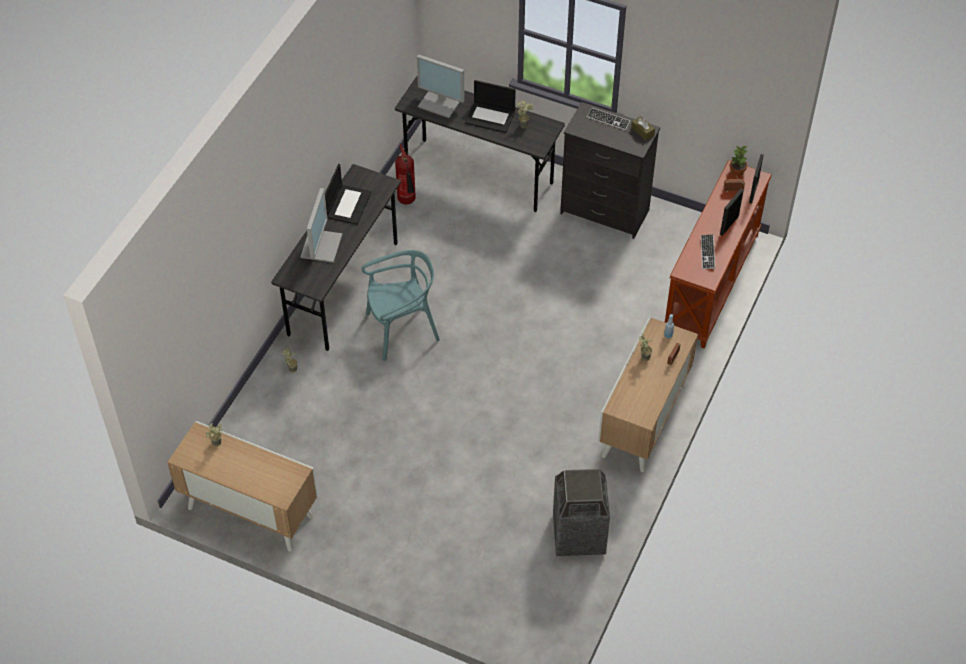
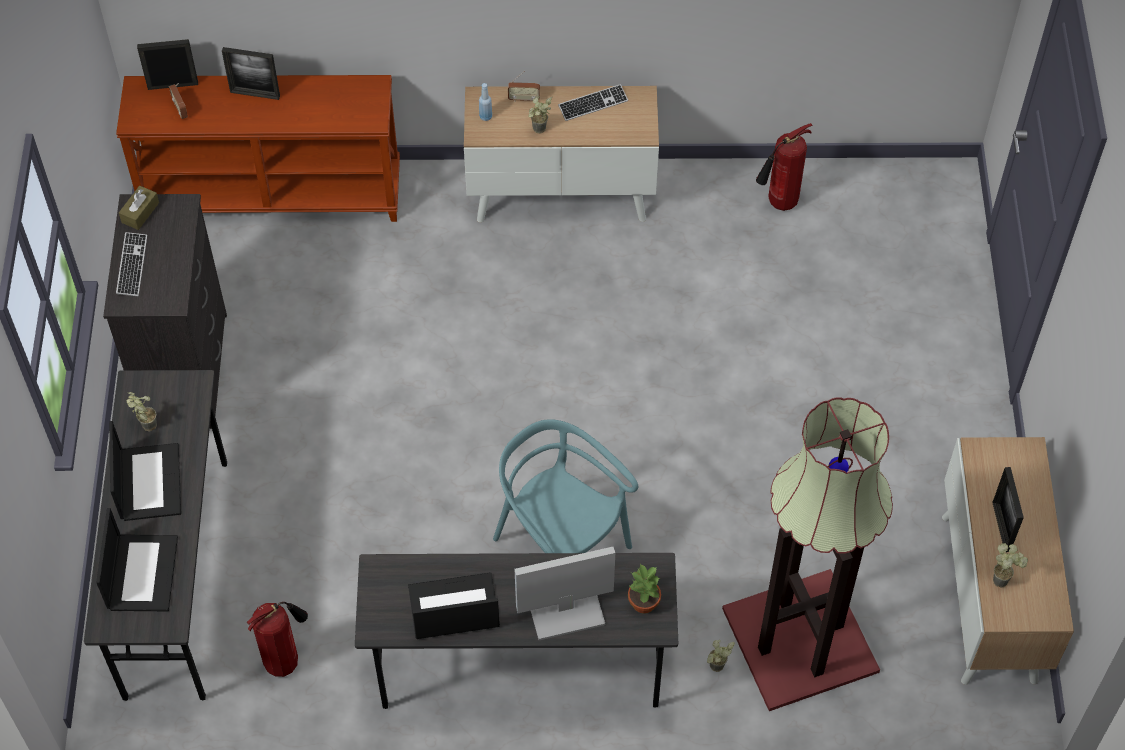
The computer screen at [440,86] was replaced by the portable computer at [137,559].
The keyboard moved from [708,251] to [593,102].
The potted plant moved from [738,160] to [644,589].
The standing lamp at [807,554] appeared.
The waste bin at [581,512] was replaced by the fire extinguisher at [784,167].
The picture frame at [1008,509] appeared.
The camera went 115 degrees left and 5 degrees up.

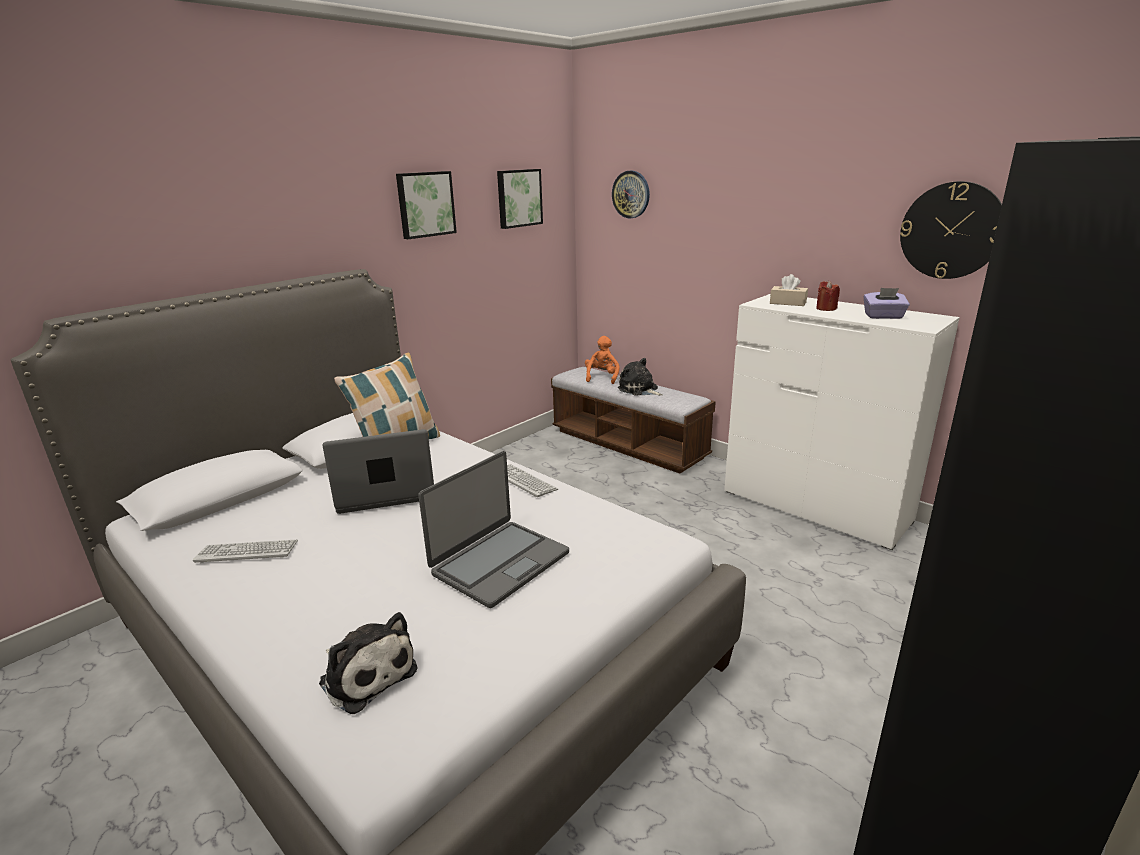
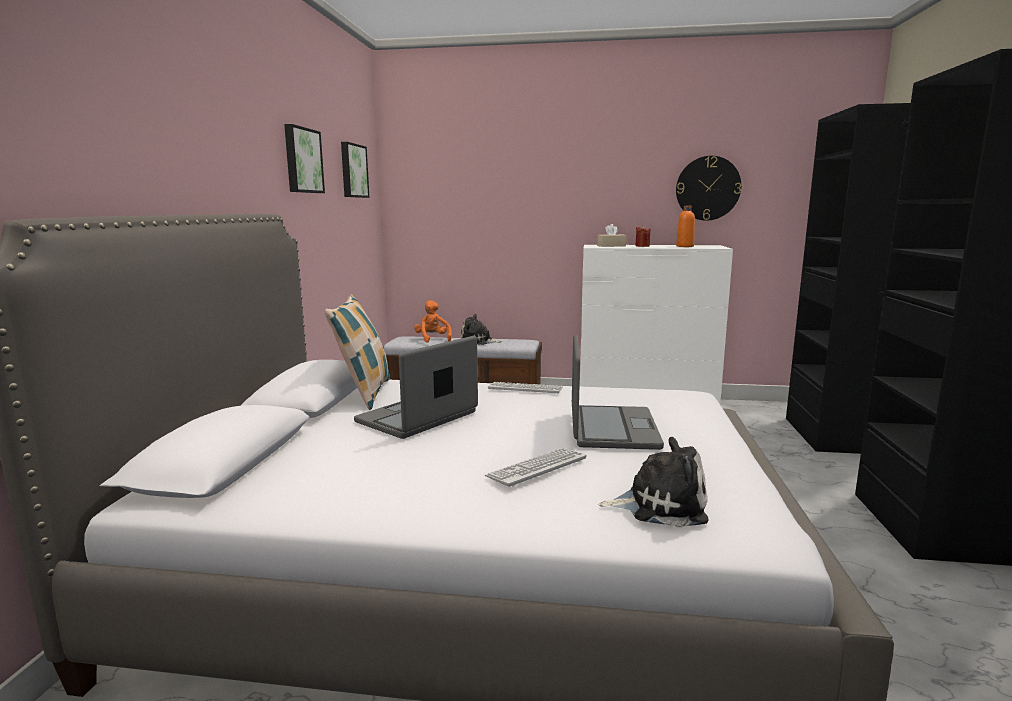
The keyboard moved from [245,551] to [536,467].
The purplish box of tissues at [887,303] was replaced by the orange-coloured bottle at [685,226].
The wall clock at [631,195] disappeared.
The camera went 35 degrees left and 10 degrees down.

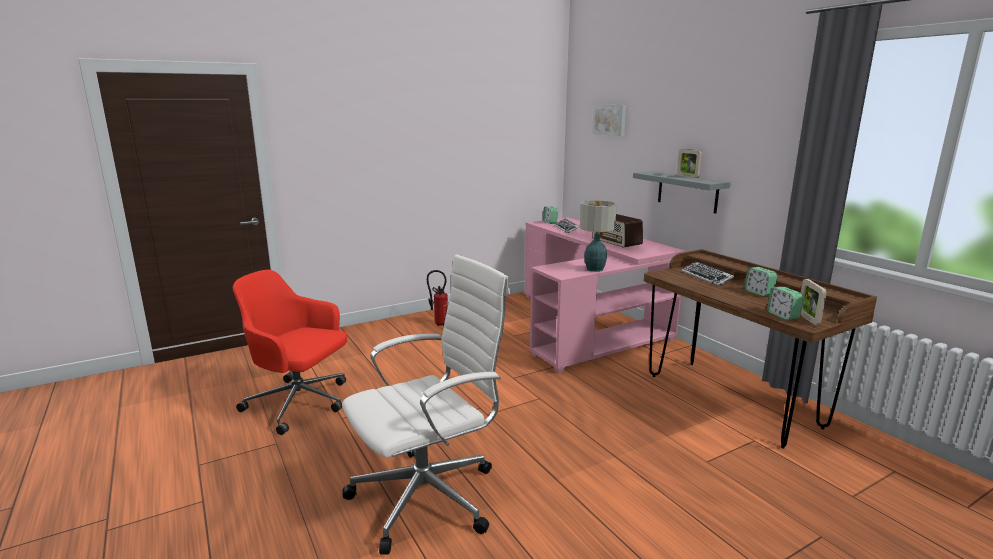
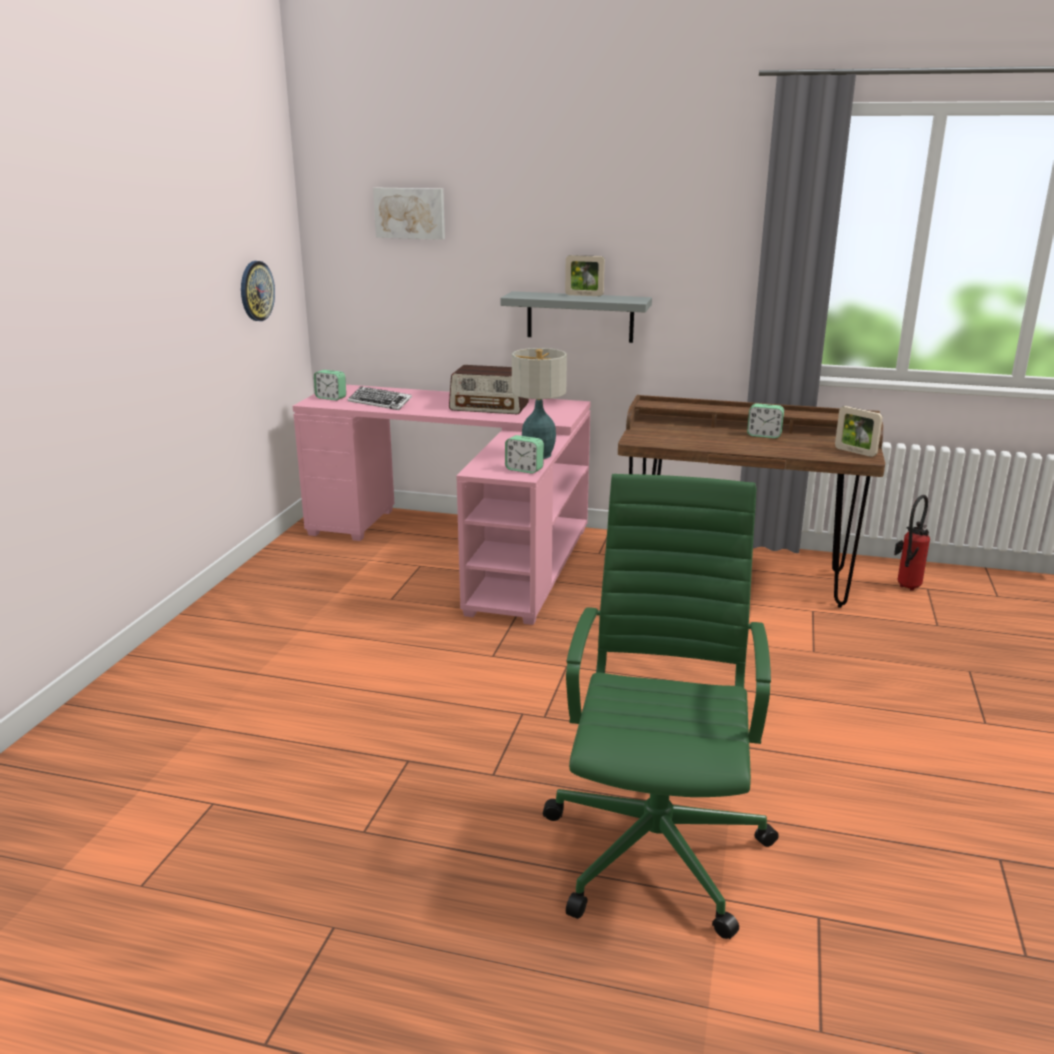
The wall clock at [258,291] appeared.
The alarm clock moved from [785,303] to [524,454].
The white computer chair at [426,404] became the green computer chair at [661,706].
The fire extinguisher moved from [437,298] to [912,542].
The reddish computer chair at [290,352] disappeared.
The keyboard at [708,273] disappeared.
The camera went 45 degrees left and 5 degrees up.

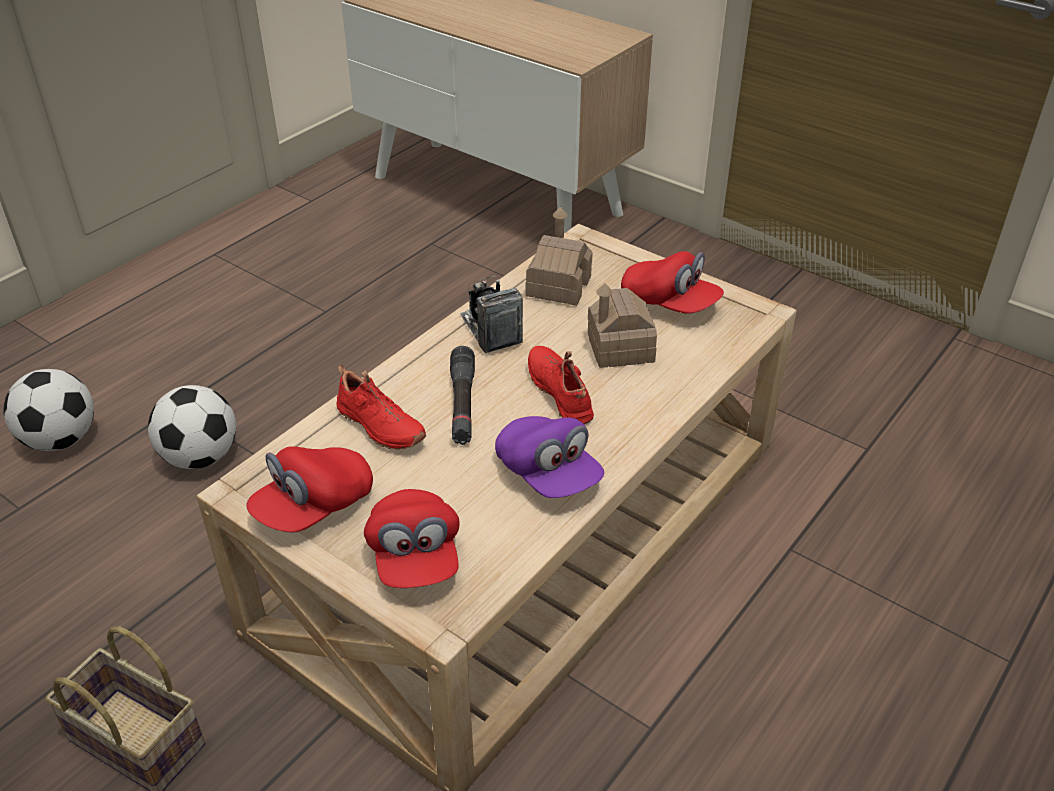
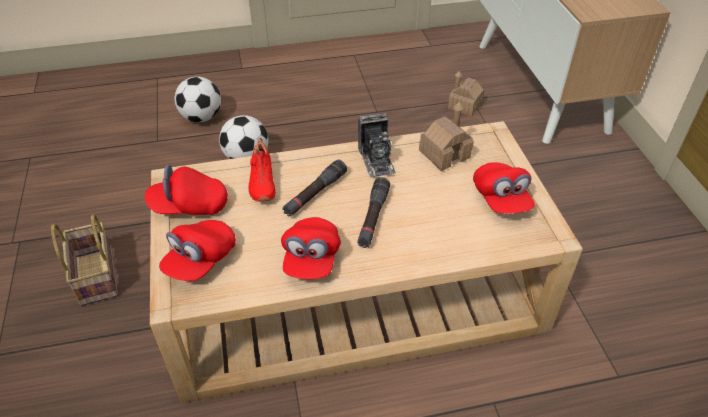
The purplish baseball cap at [549,457] became the reddish baseball cap at [311,248].
The reddish item of footwear at [561,384] was replaced by the black-coloured torch at [373,212].
The photo camera at [491,314] turned 150 degrees clockwise.
The miniature house moved from [622,325] to [466,93].
The camera went 40 degrees right and 5 degrees up.

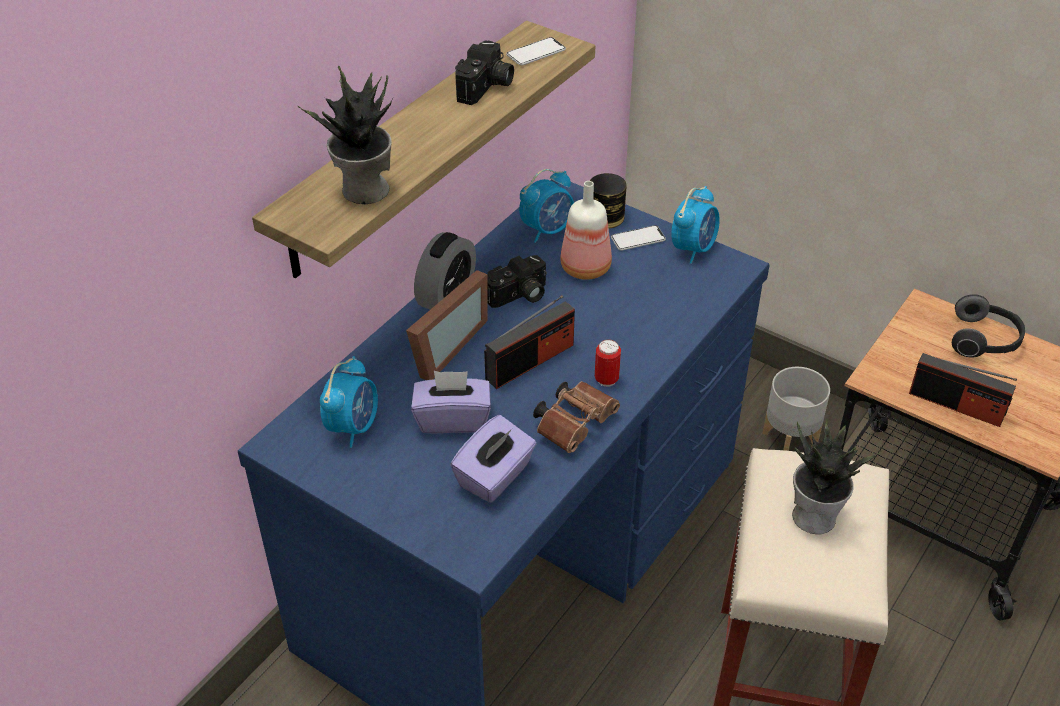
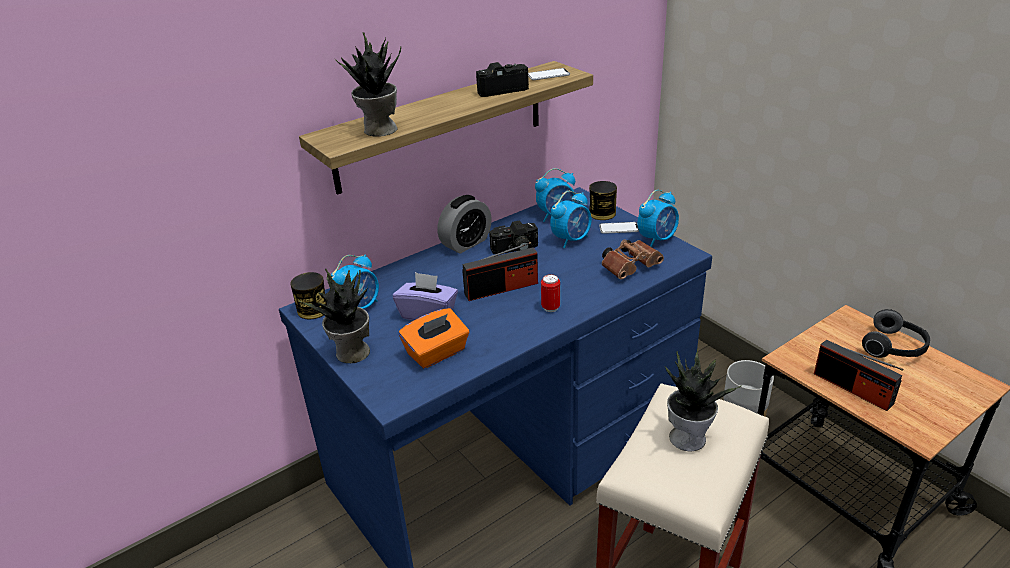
The can at [309,295] appeared.
The potted plant at [334,315] appeared.
The purplish box of tissues at [493,459] became the orange-coloured box of tissues at [434,338].
The photo camera at [484,72] turned 150 degrees counterclockwise.
The bottle at [586,230] was replaced by the alarm clock at [571,219].
The brownish pair of binoculars moved from [576,417] to [633,259].
The picture frame at [447,325] disappeared.
The camera went 20 degrees right and 10 degrees down.

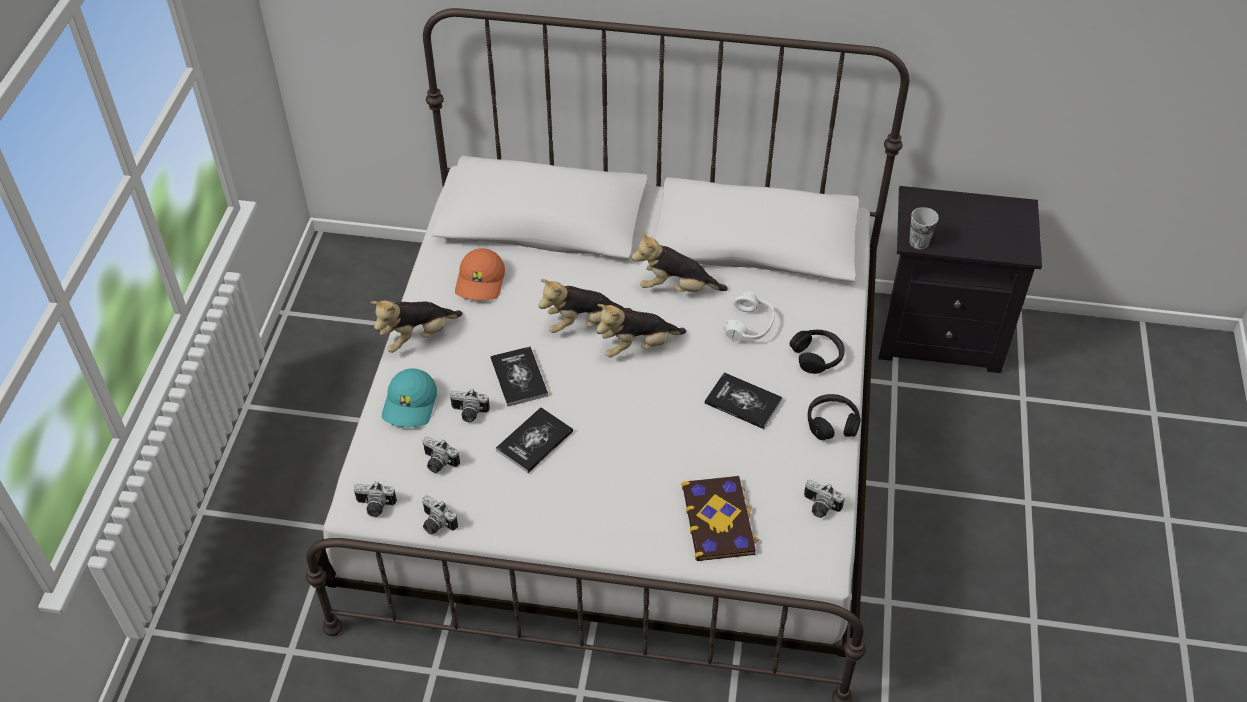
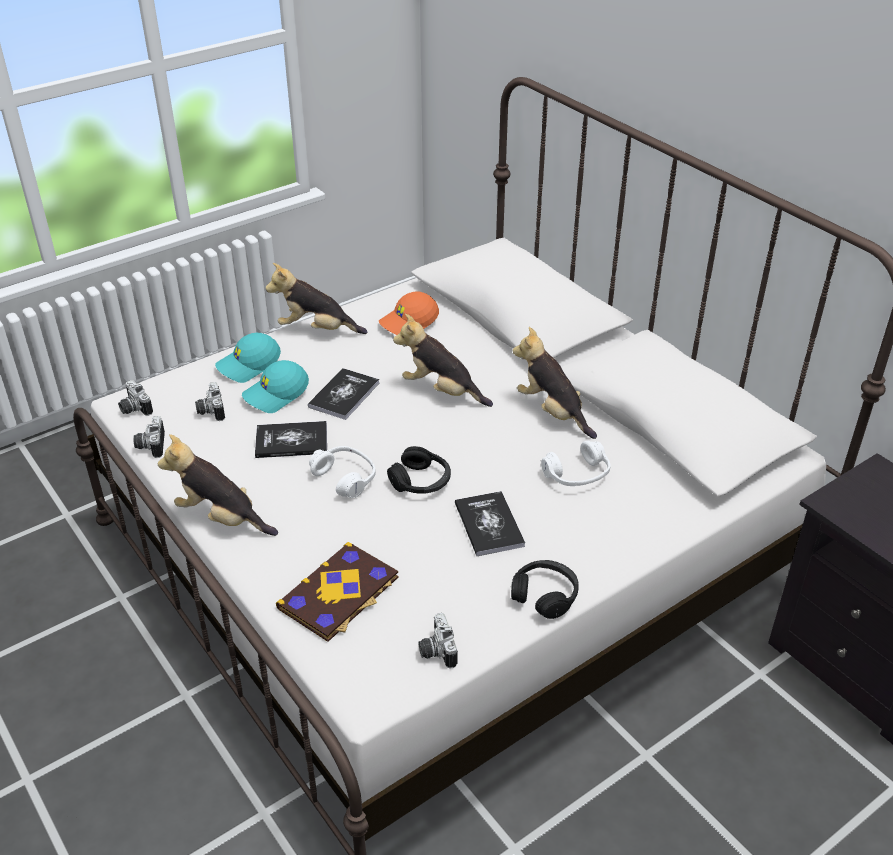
The cuddly toy moved from [641,330] to [218,485].
The photo camera at [470,405] was replaced by the turquoise-coloured baseball cap at [275,386].
The white headphones at [342,472] appeared.
The black-coloured headphones moved from [817,352] to [419,470].
The cup at [924,228] disappeared.
The camera went 45 degrees right and 10 degrees down.

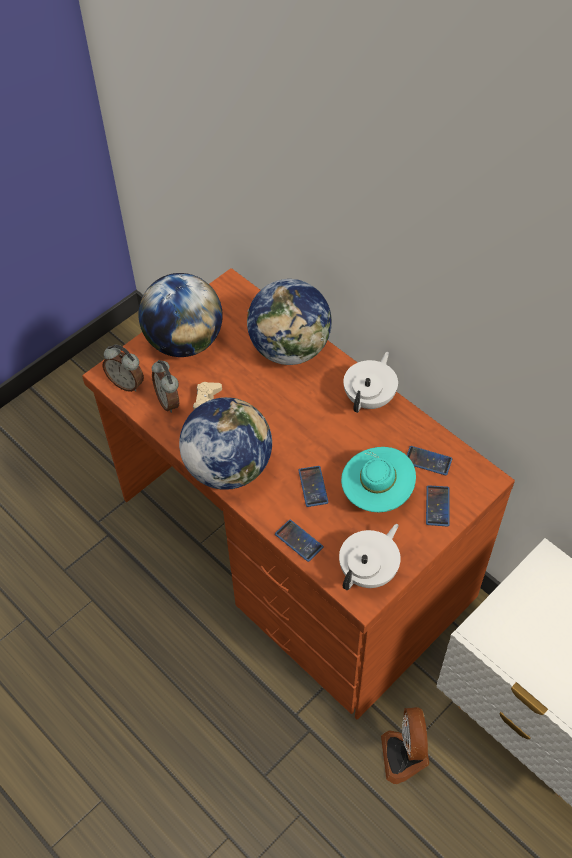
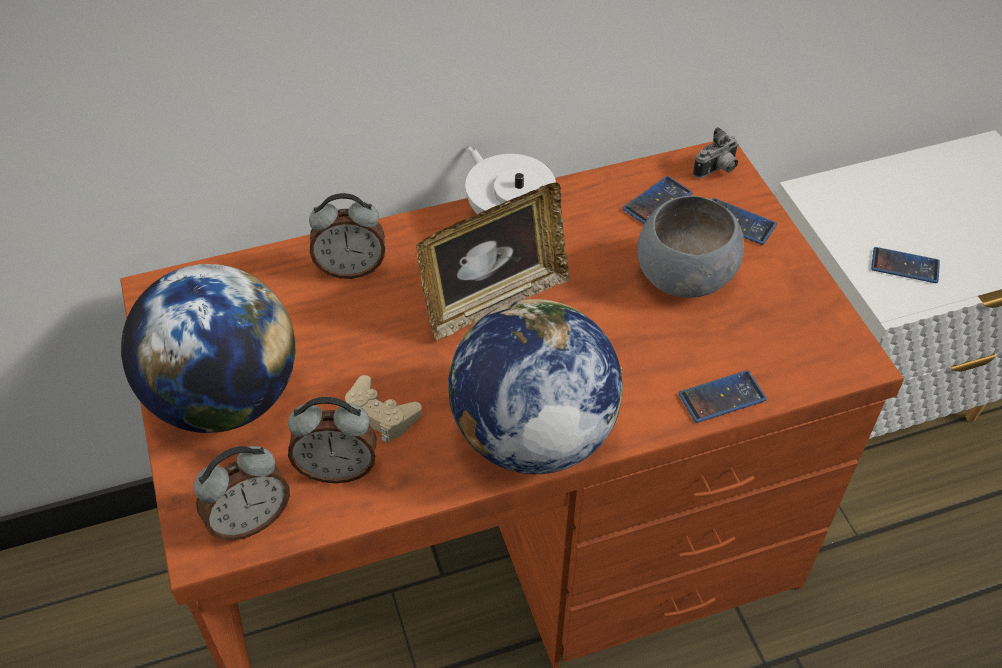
The world globe at [289,322] was replaced by the alarm clock at [347,236].
The picture frame at [493,261] appeared.
The turquoise-coloured clothing hat at [378,479] was replaced by the gray bowl at [690,246].
The photo camera at [716,152] appeared.
The handset moved from [313,486] to [905,265].
The white tea pot at [370,557] disappeared.
The fan at [405,745] disappeared.
The camera went 65 degrees left and 5 degrees down.

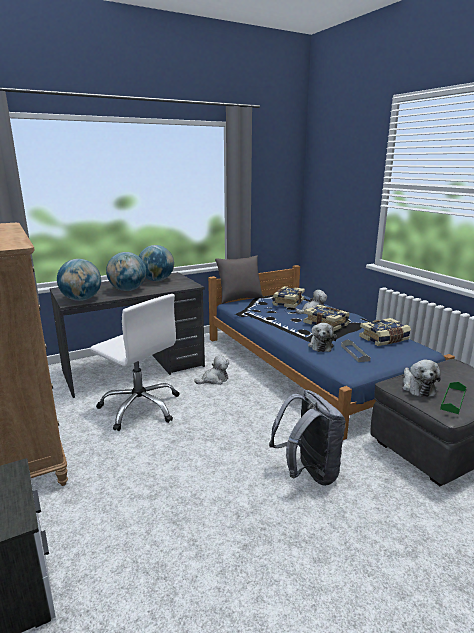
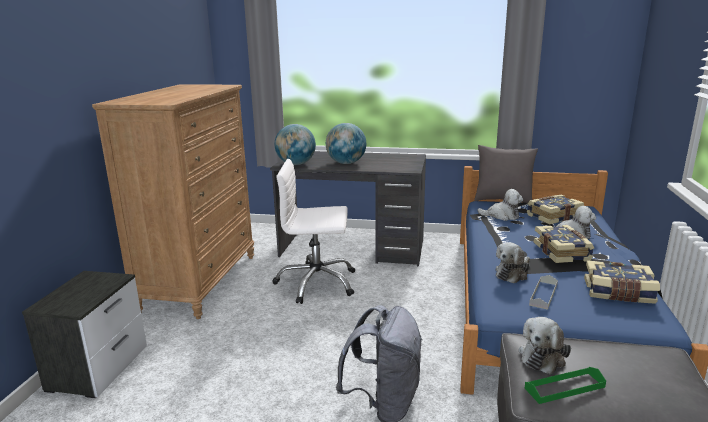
The white computer chair at [135,362] turned 105 degrees clockwise.
The cuddly toy moved from [211,370] to [500,205].
The world globe at [156,263] disappeared.
The camera went 40 degrees right and 0 degrees up.

